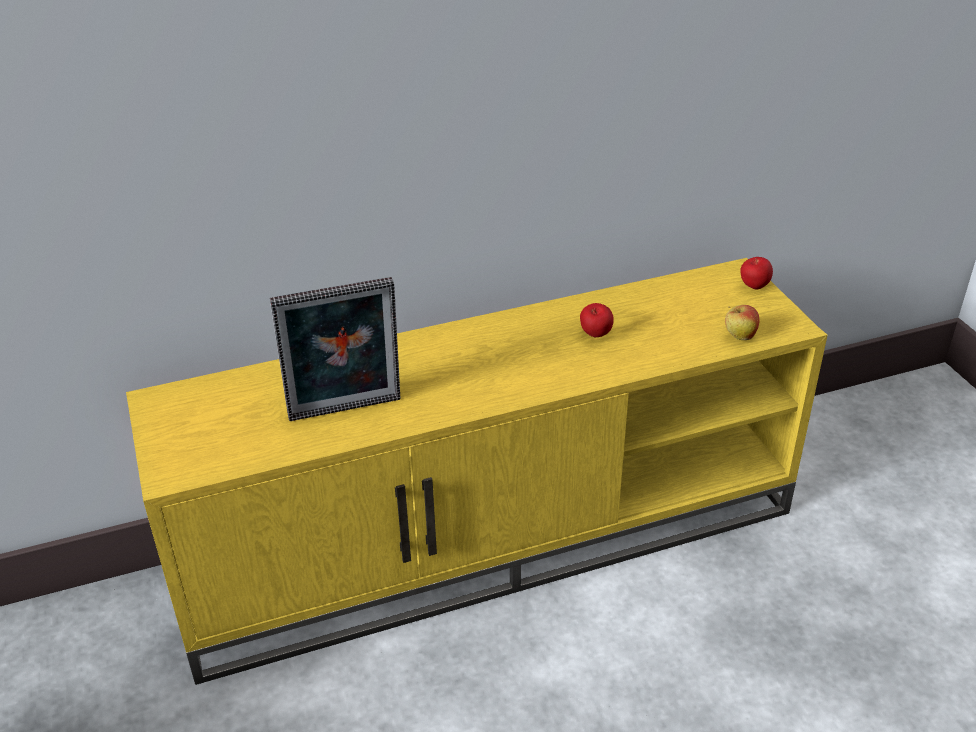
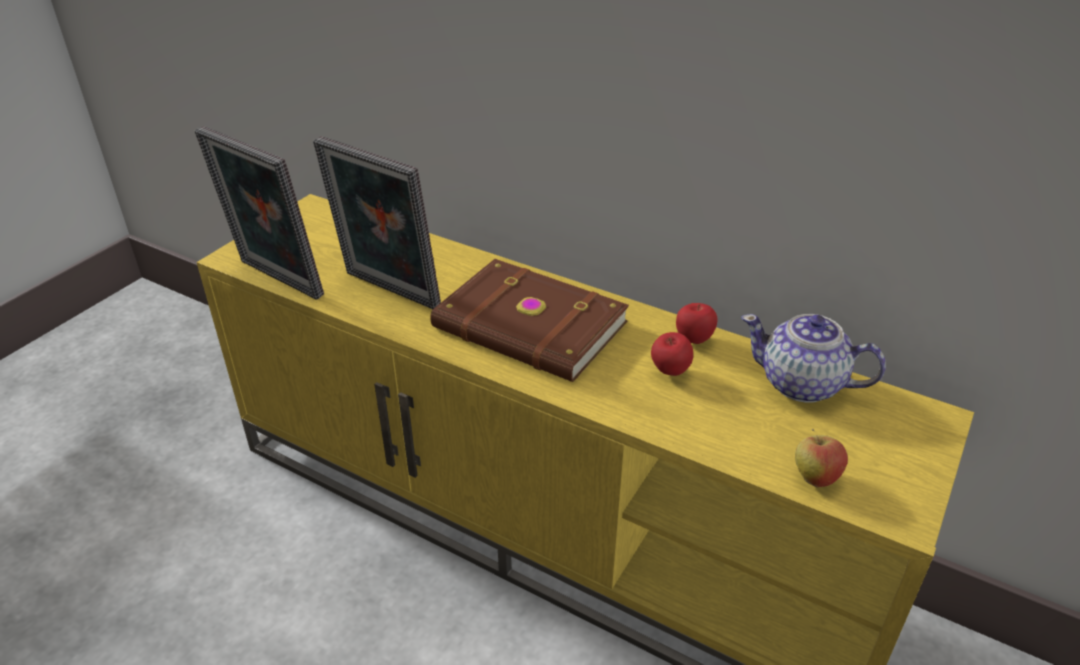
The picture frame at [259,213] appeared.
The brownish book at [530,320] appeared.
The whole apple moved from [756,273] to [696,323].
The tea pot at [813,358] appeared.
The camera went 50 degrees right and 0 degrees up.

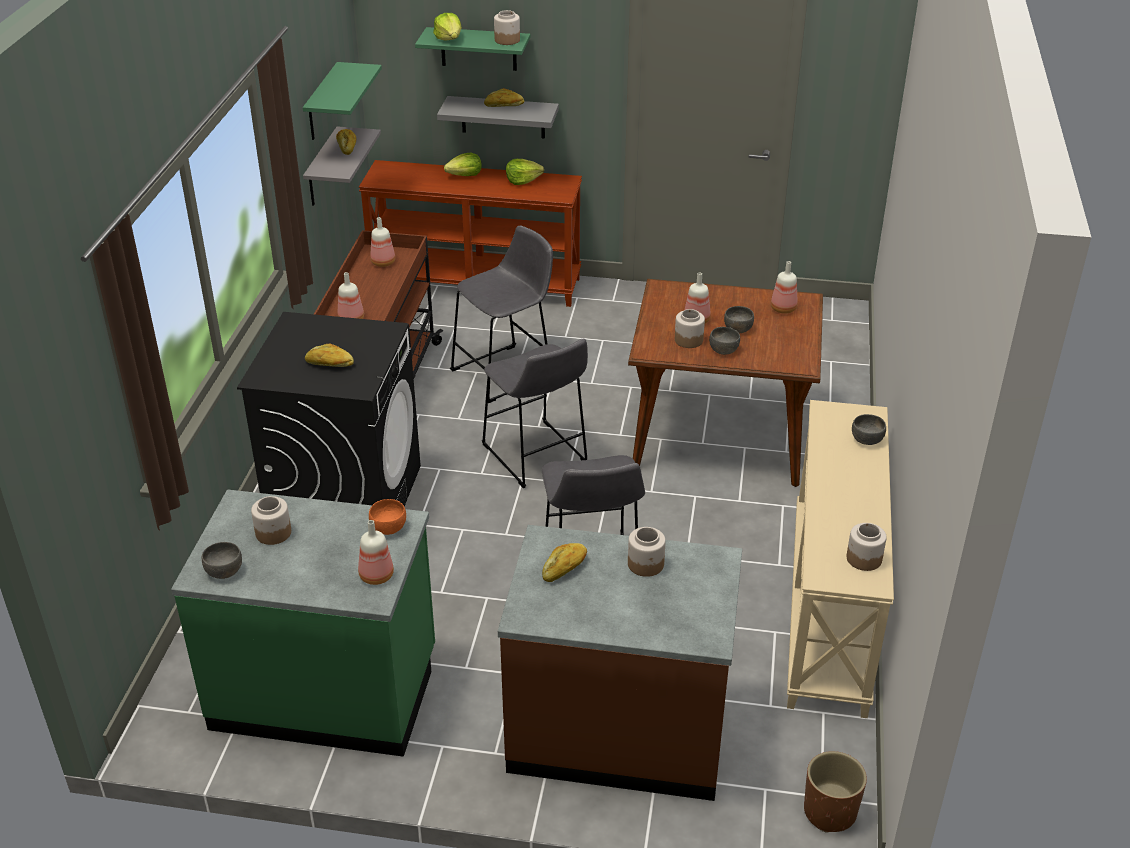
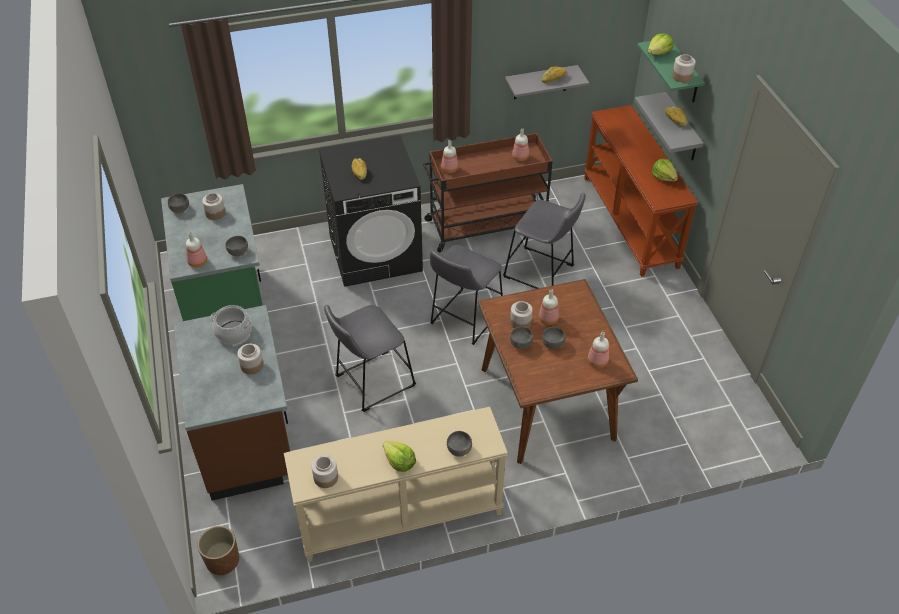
The bakery bread at [564,562] was replaced by the stockpot at [231,325].
The orange-coloured bowl at [387,517] became the gray bowl at [236,246].
The head of lettuce moved from [463,164] to [399,456].
The green shelf at [342,101] disappeared.
The camera went 65 degrees right and 10 degrees up.

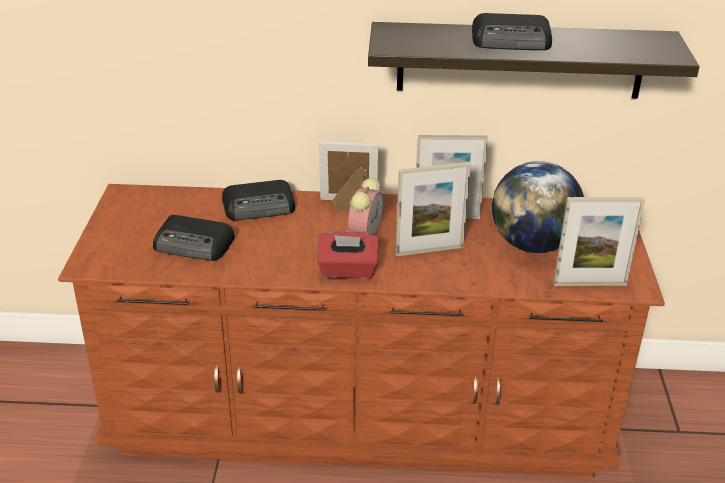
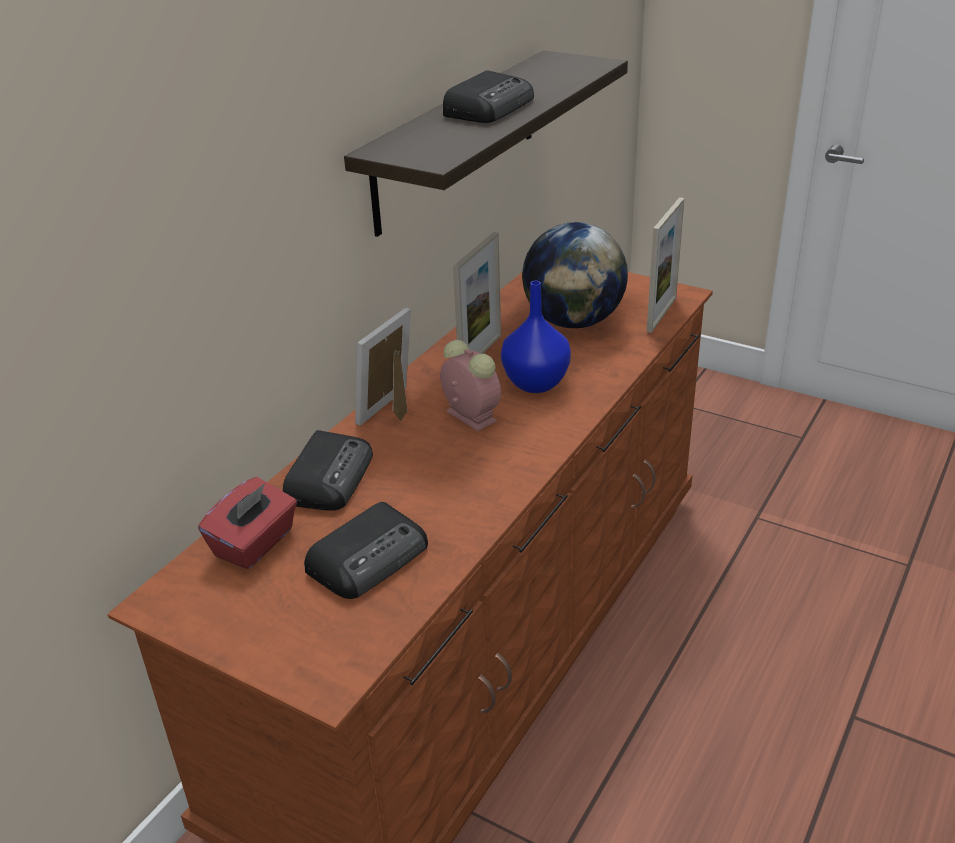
The reddish box of tissues moved from [348,255] to [247,523].
The picture frame at [433,209] was replaced by the blue-coloured decorative vase at [536,337].
The camera went 60 degrees left and 0 degrees up.

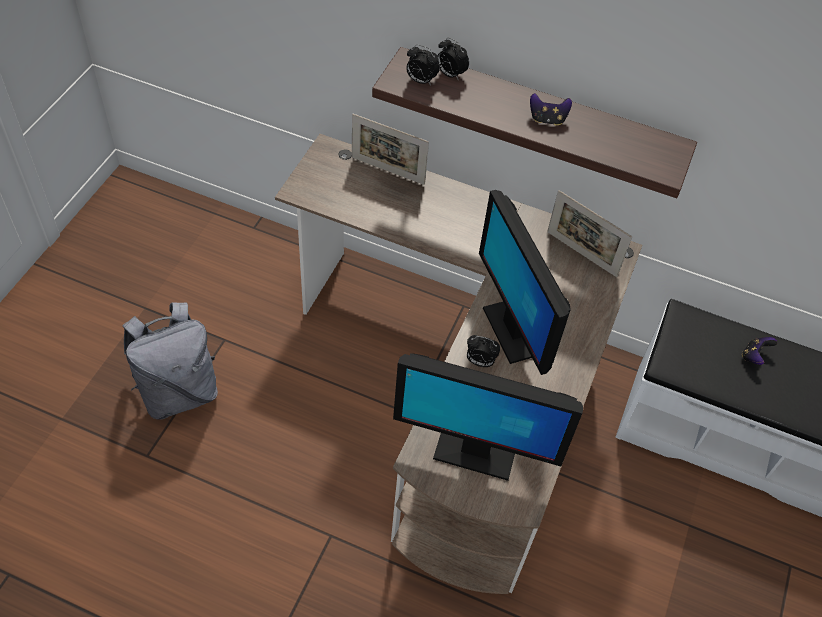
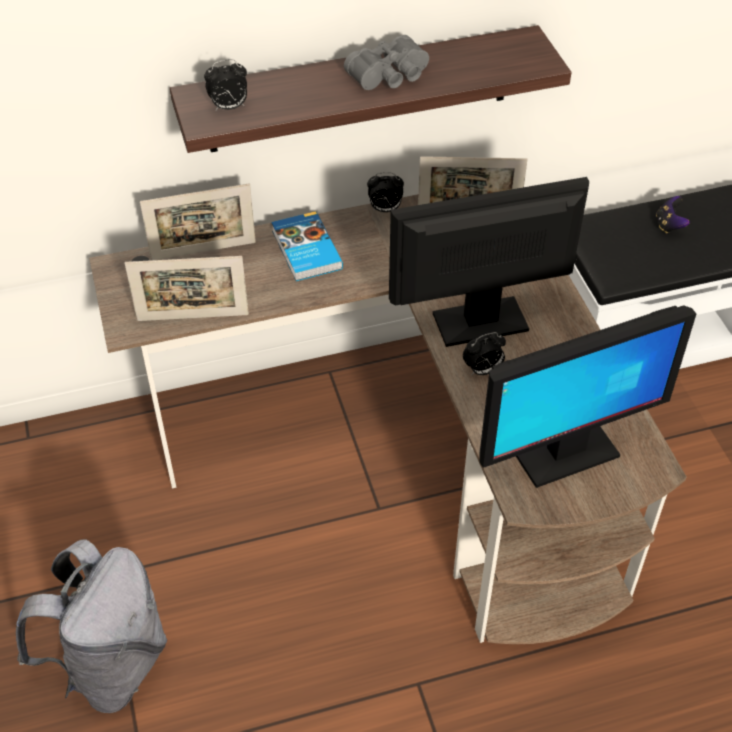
The picture frame at [187,288] appeared.
The book at [307,246] appeared.
The game controller at [551,109] was replaced by the gray pair of binoculars at [386,62].
The alarm clock moved from [453,59] to [385,192].
The computer screen at [525,282] turned 135 degrees clockwise.
The camera went 35 degrees left and 5 degrees down.

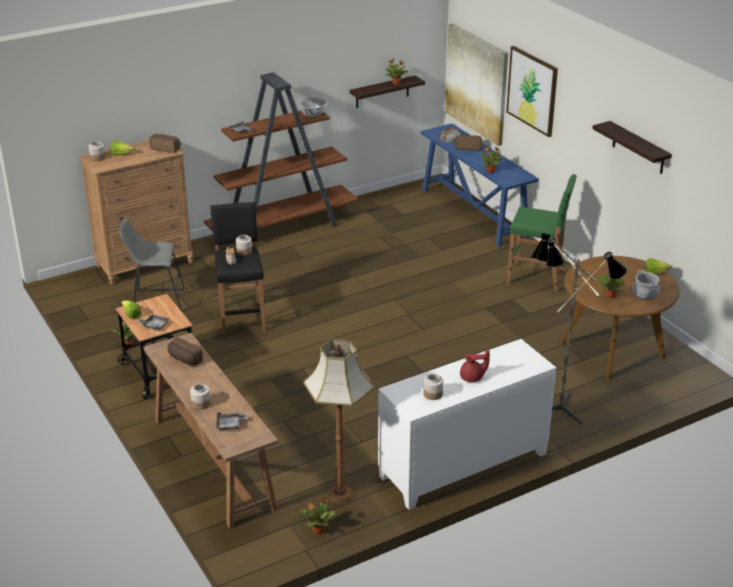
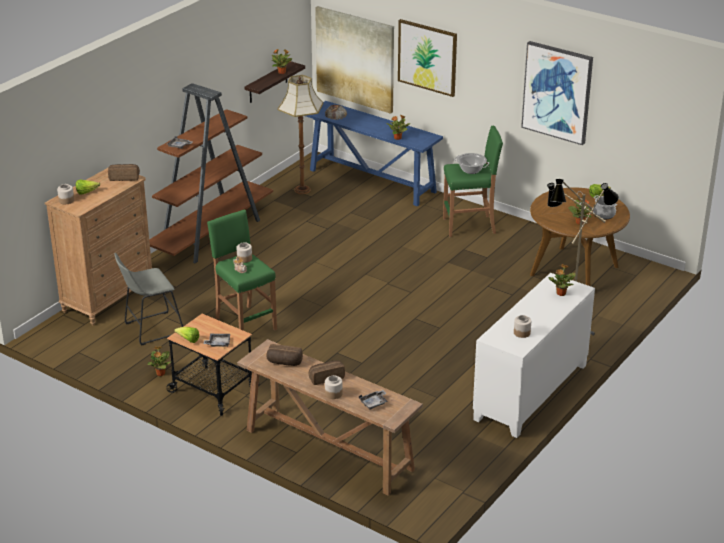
The black-coloured stool at [238,269] became the green stool at [242,270].
The standing lamp moved from [339,421] to [300,134].
The bakery bread moved from [468,142] to [327,373].
The stockpot moved from [312,107] to [471,163].
The shelf at [632,147] was replaced by the wall picture at [557,93].
The potted plant moved from [317,516] to [562,280].
The reddish tea pot at [475,366] disappeared.
The camera went 25 degrees left and 0 degrees up.

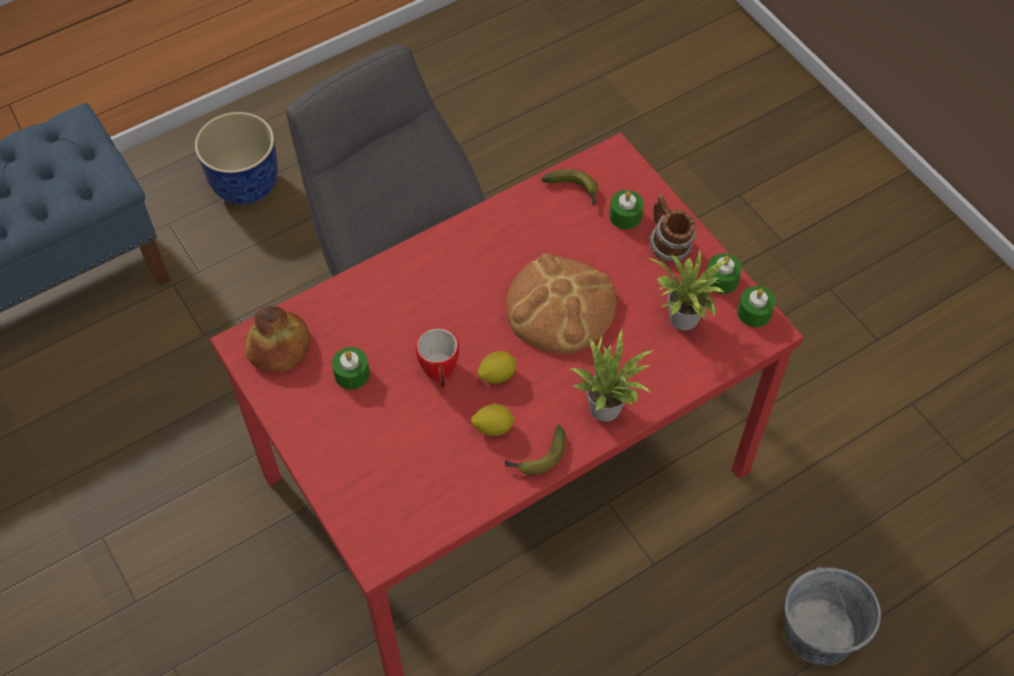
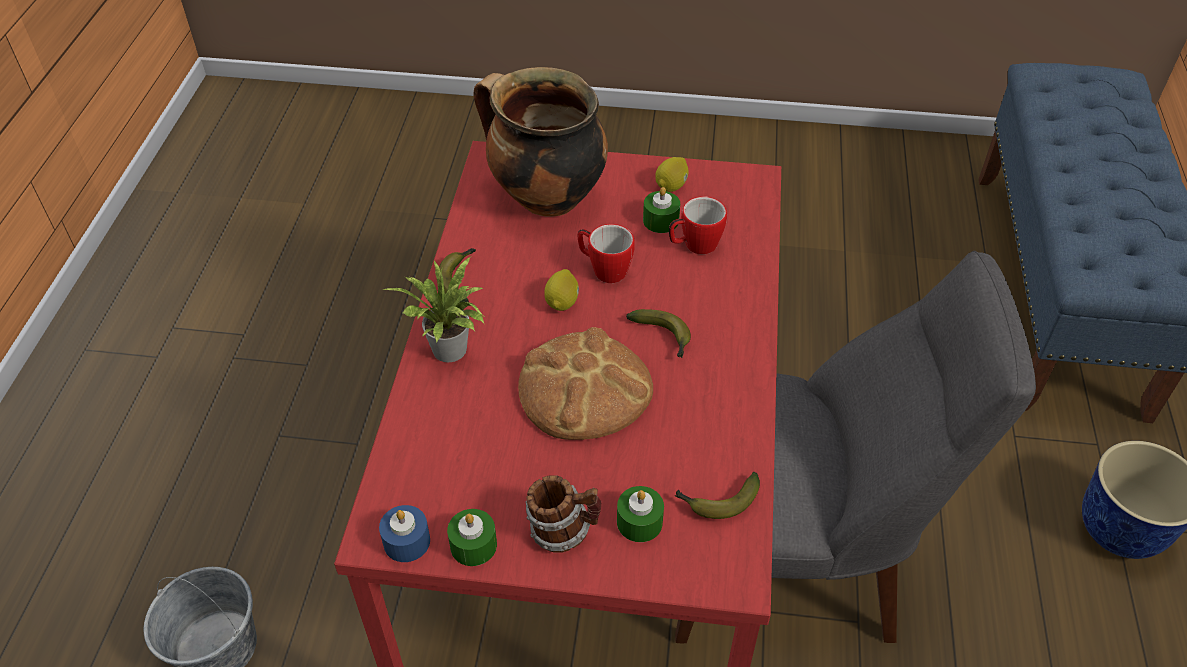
The green wax candle at [756,306] became the blue-coloured wax candle at [404,533].
The stockpot at [541,142] appeared.
The banana at [658,333] appeared.
The whole lemon moved from [493,420] to [672,174].
The tea mug at [698,225] appeared.
The bakery bread at [277,339] disappeared.
The potted plant at [688,290] disappeared.
The camera went 130 degrees right and 10 degrees down.

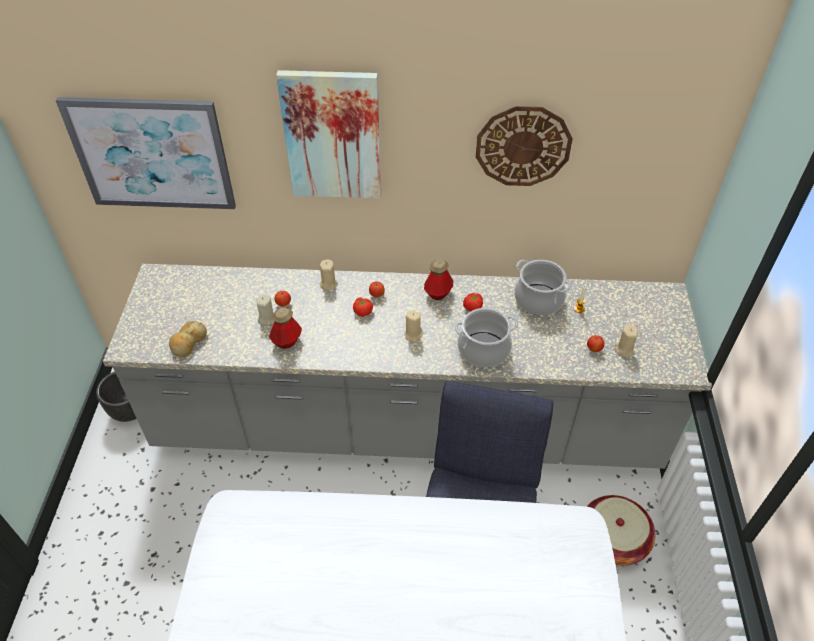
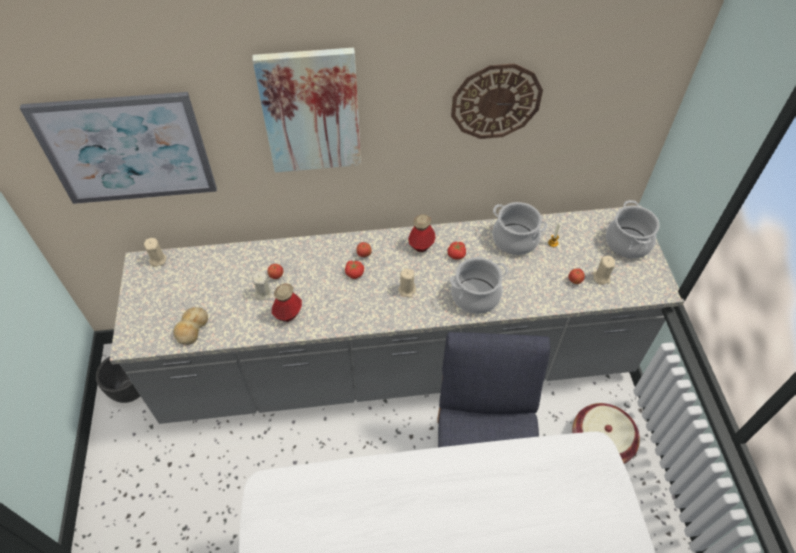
The beige wax candle moved from [328,275] to [155,252].
The stockpot at [633,229] appeared.
The camera went 10 degrees left and 5 degrees up.

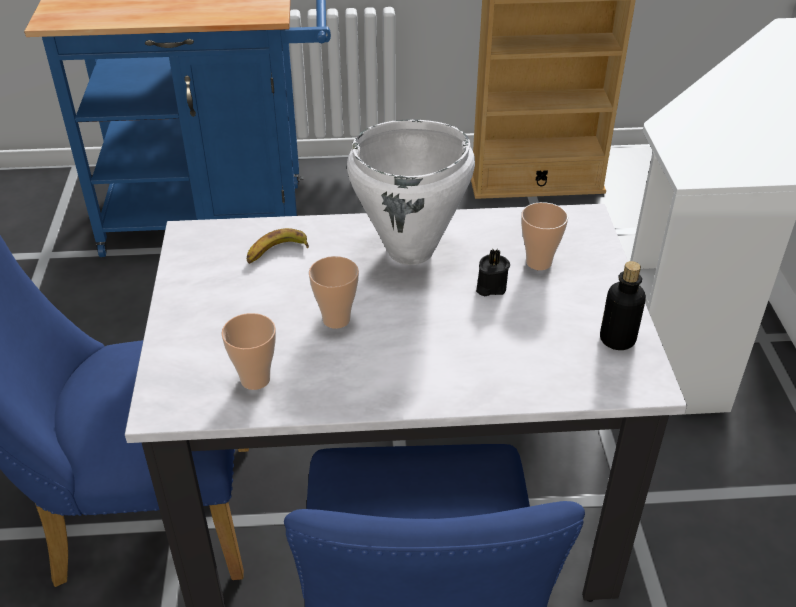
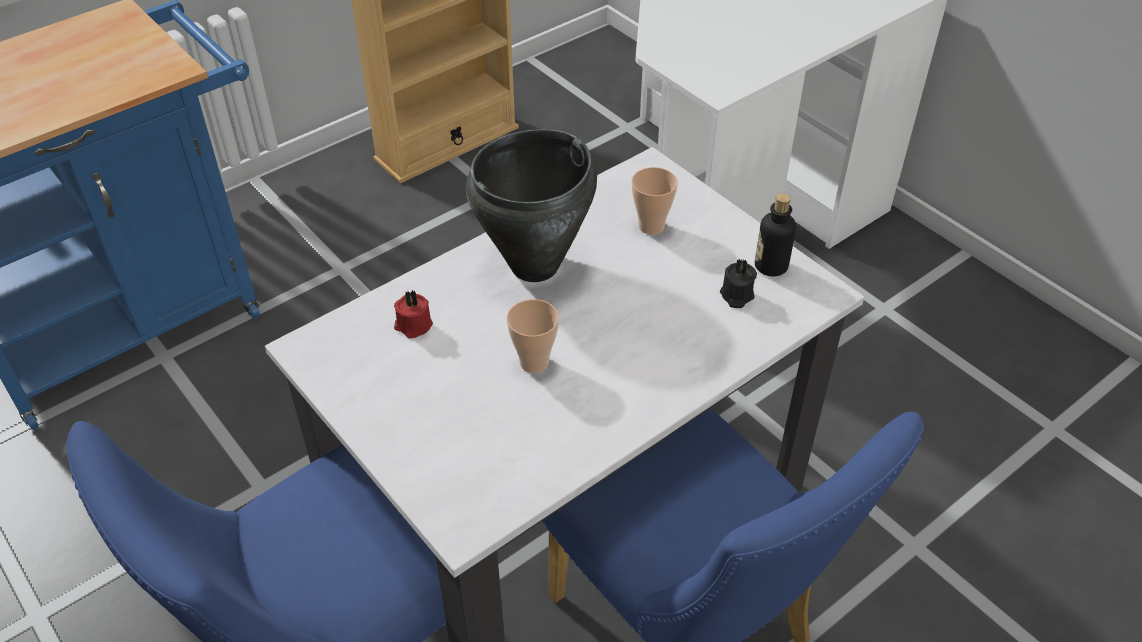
The banana at [278,246] was replaced by the reddish wax candle at [413,314].
The white stockpot at [411,192] became the black-coloured stockpot at [531,205].
The black-coloured wax candle moved from [493,272] to [738,283].
The cup at [248,351] disappeared.
The camera went 35 degrees left and 5 degrees up.

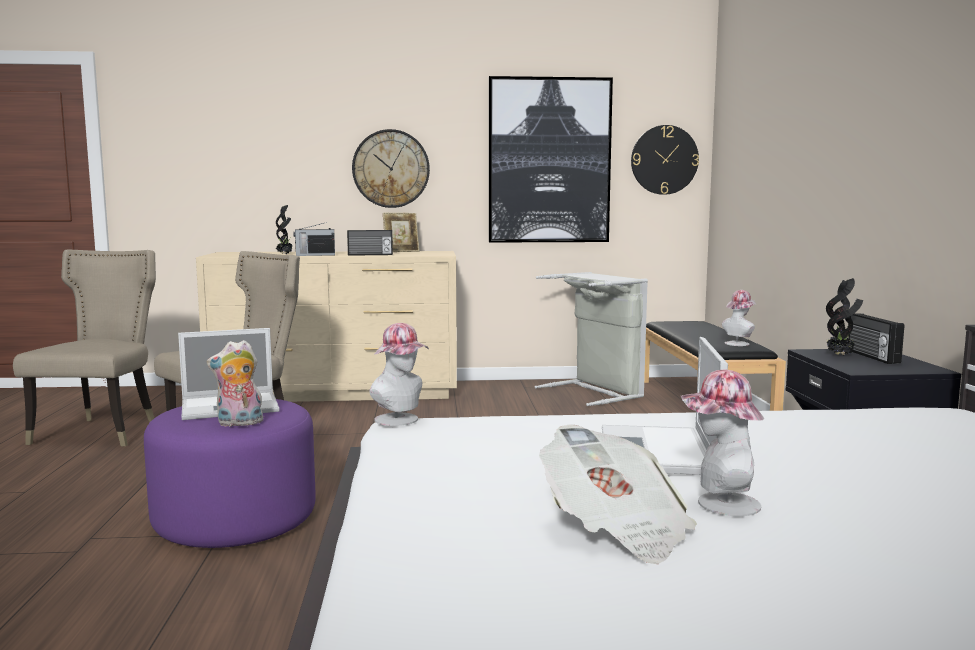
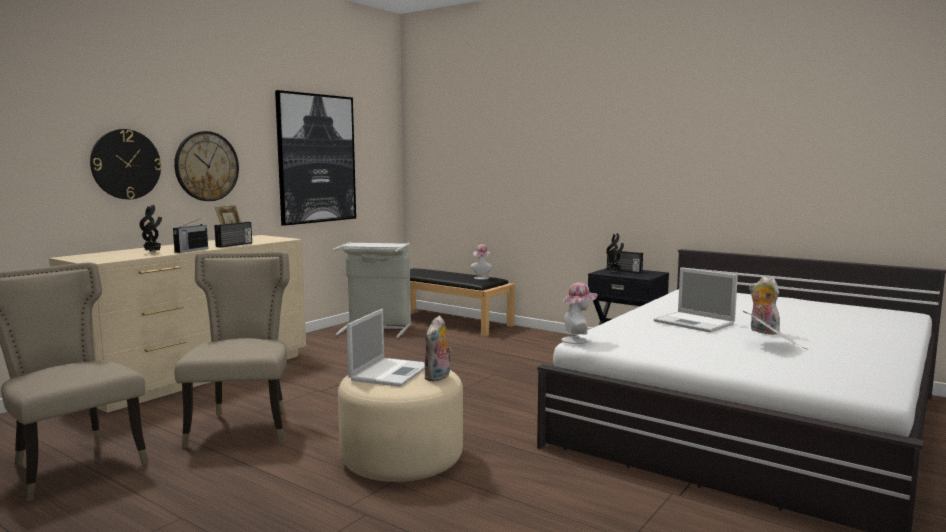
The wall clock moved from [665,160] to [126,164].
The purplish pouffe at [230,473] became the beige pouffe at [400,426].
The clothing hat at [722,442] was replaced by the cuddly toy at [764,305].
The camera went 50 degrees left and 0 degrees up.

